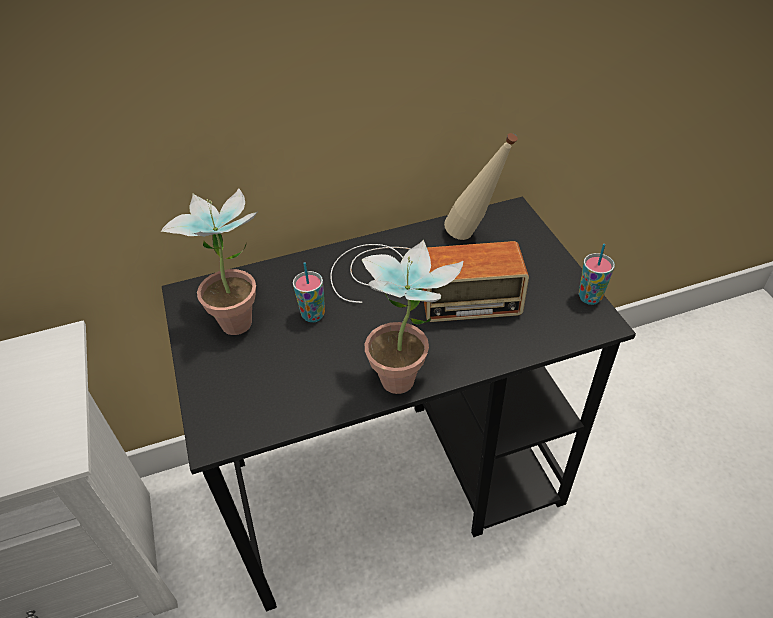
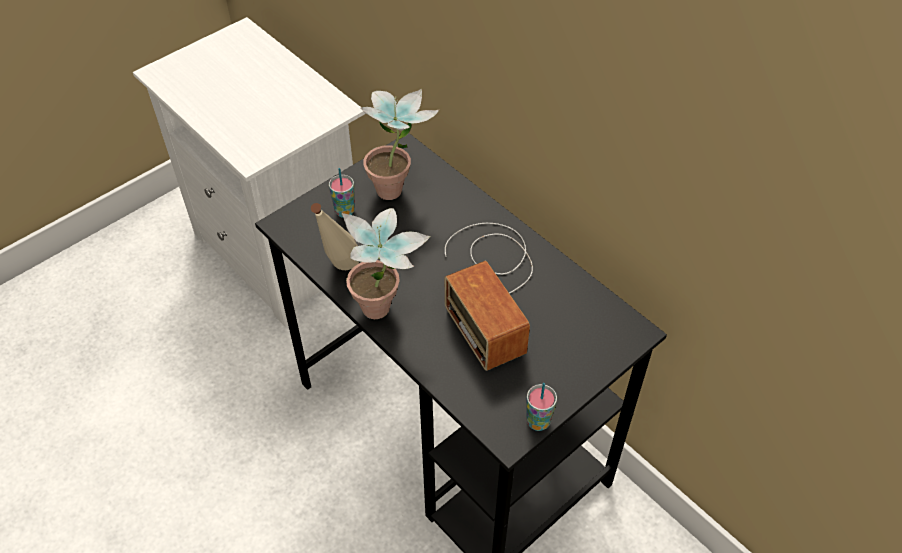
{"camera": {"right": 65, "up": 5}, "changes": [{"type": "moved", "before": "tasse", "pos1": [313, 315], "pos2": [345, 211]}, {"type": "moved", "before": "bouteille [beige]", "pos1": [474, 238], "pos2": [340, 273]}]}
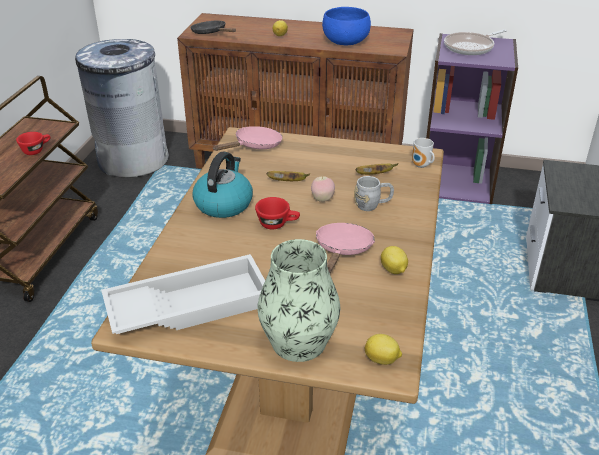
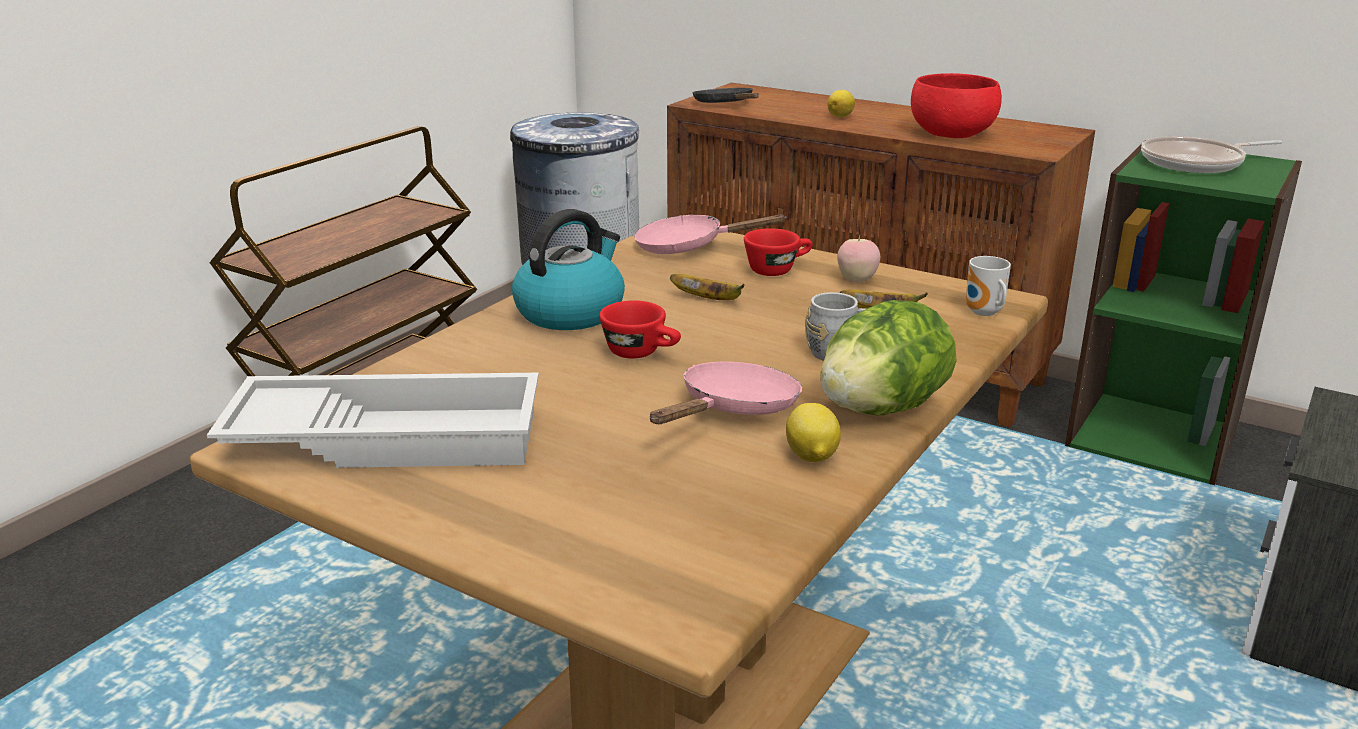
{"camera": {"right": 20, "up": -10}, "changes": [{"type": "removed", "before": "vase", "pos1": [298, 341]}, {"type": "removed", "before": "citron", "pos1": [382, 360]}, {"type": "added", "after": "laitue", "pos2": [881, 408]}, {"type": "moved", "before": "tasse [rouge]", "pos1": [36, 150], "pos2": [777, 269]}, {"type": "moved", "before": "pomme", "pos1": [322, 199], "pos2": [857, 281]}, {"type": "recoloured", "before": "bol [bleu]", "after": "bol [rouge]", "pos1": [346, 42], "pos2": [952, 134]}, {"type": "recoloured", "before": "bibliothèque [violet]", "after": "bibliothèque [vert]", "pos1": [456, 182], "pos2": [1153, 436]}, {"type": "turned", "before": "poêle [rose]", "pos1": [255, 146], "pos2": [688, 247], "turn": -150}]}
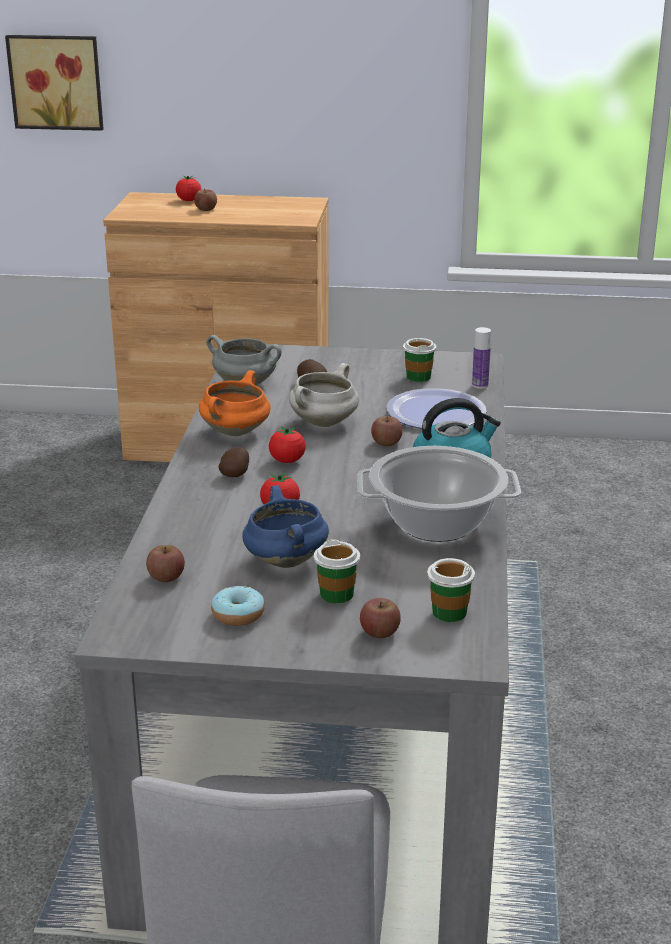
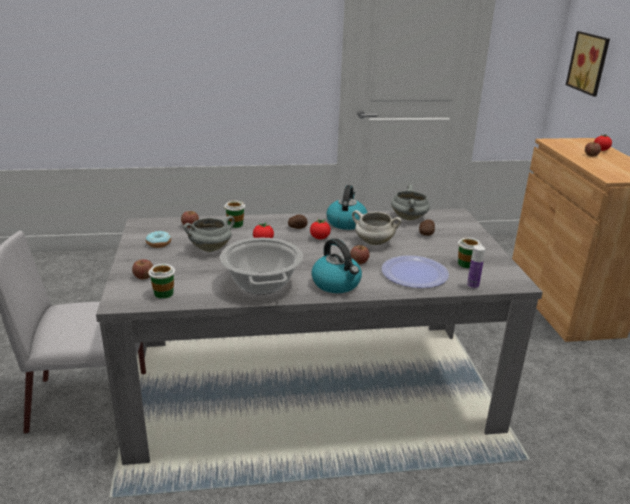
{"camera": {"right": 75, "up": 0}, "changes": [{"type": "moved", "before": "tasse", "pos1": [336, 594], "pos2": [235, 224]}, {"type": "replaced", "before": "marmite [orange]", "after": "bouilloire", "pos1": [235, 432], "pos2": [346, 222]}, {"type": "recoloured", "before": "marmite [bleu]", "after": "marmite [gris]", "pos1": [284, 560], "pos2": [211, 248]}]}
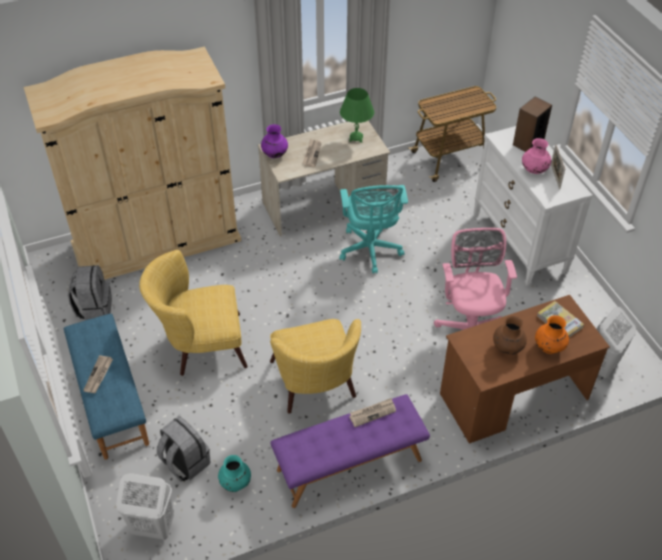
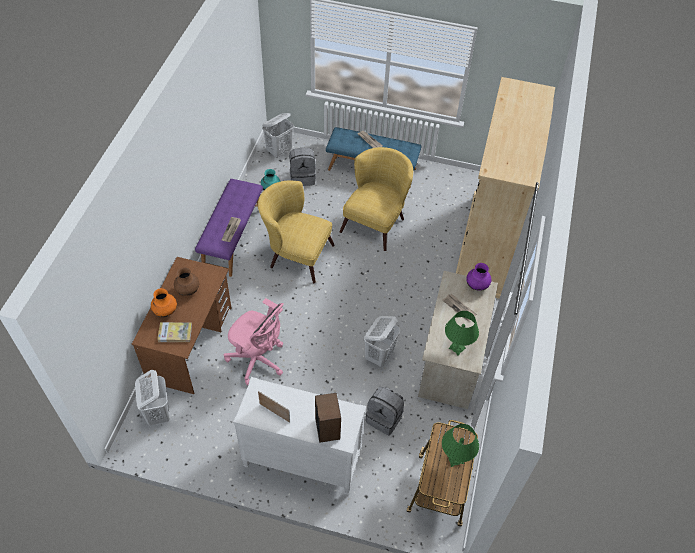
{"camera": {"right": 125, "up": 5}, "changes": [{"type": "removed", "before": "vase [rose]", "pos1": [534, 170]}, {"type": "added", "after": "lampe de table [vert]", "pos2": [455, 459]}, {"type": "moved", "before": "sac à dos [gris]", "pos1": [94, 307], "pos2": [384, 418]}, {"type": "replaced", "before": "chaise de bureau [turquoise]", "after": "panier à linge [blanc]", "pos1": [370, 250], "pos2": [379, 355]}]}
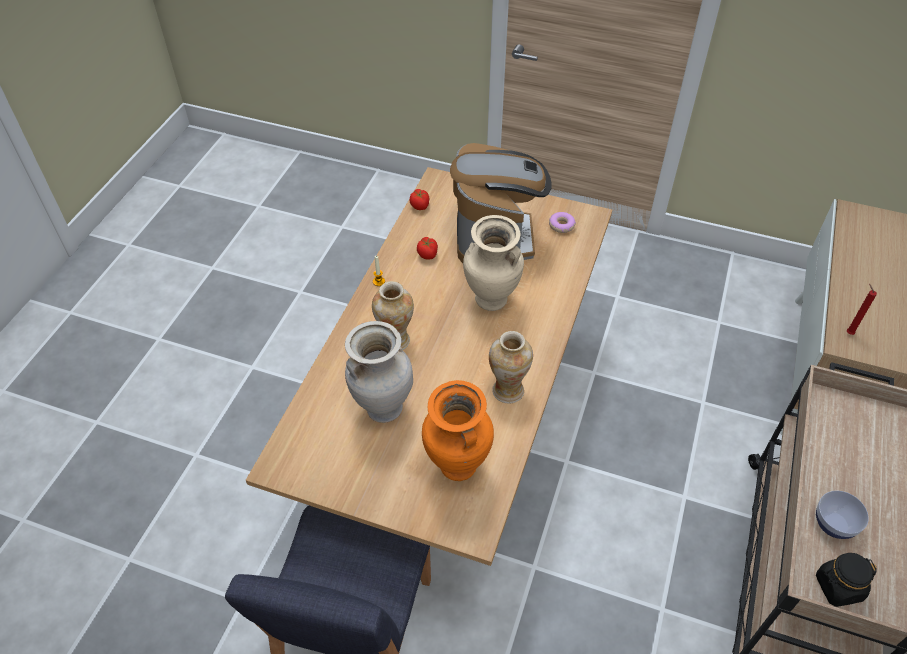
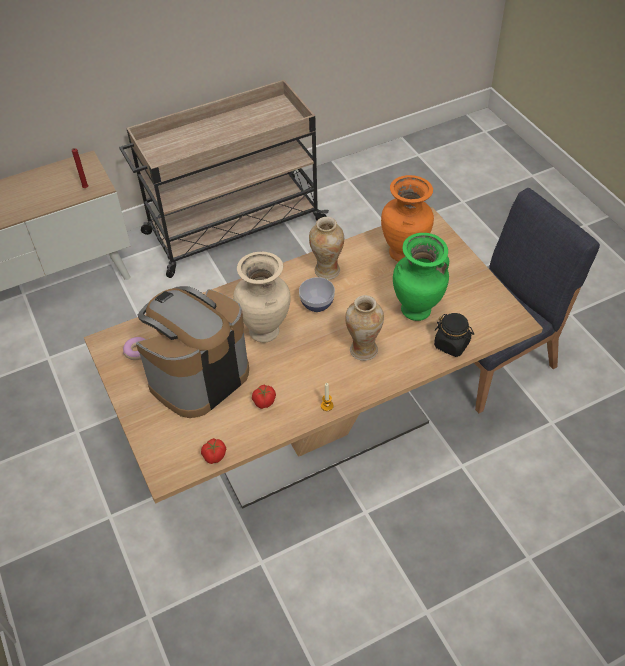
{"camera": {"right": -135, "up": 0}, "changes": [{"type": "moved", "before": "bol", "pos1": [833, 524], "pos2": [317, 304]}, {"type": "moved", "before": "bocal [noir]", "pos1": [838, 587], "pos2": [452, 344]}, {"type": "recoloured", "before": "vase [beige]", "after": "vase [vert]", "pos1": [383, 408], "pos2": [416, 311]}]}
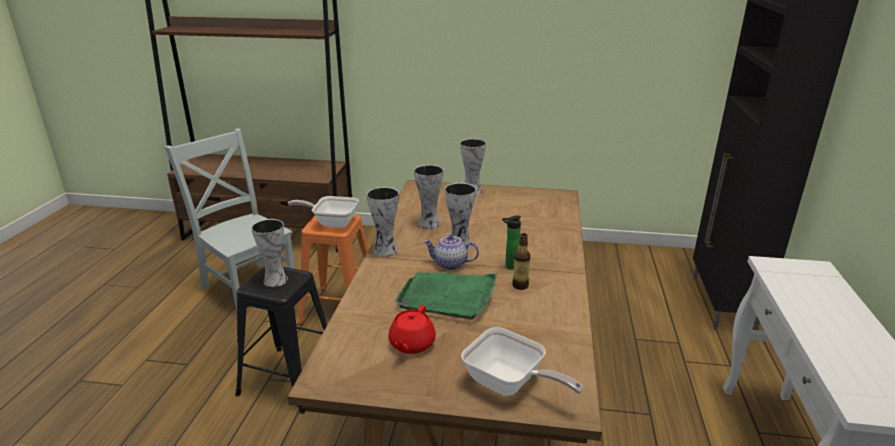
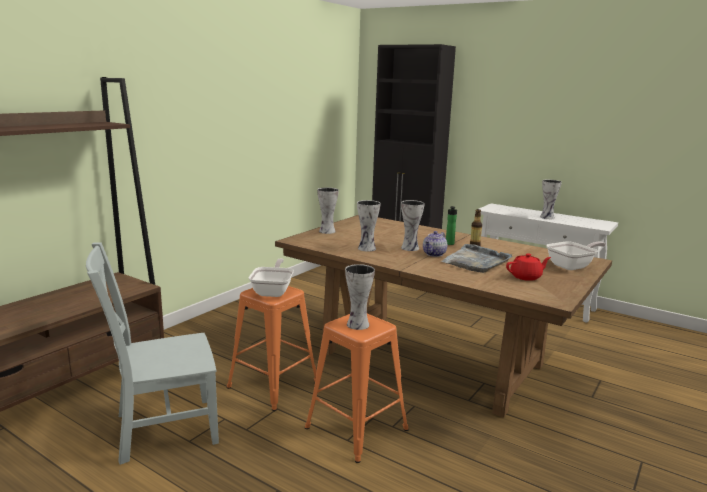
{"camera": {"right": -65, "up": -10}, "changes": [{"type": "moved", "before": "vase", "pos1": [386, 251], "pos2": [547, 217]}, {"type": "recoloured", "before": "tabouret [noir]", "after": "tabouret [orange]", "pos1": [289, 377], "pos2": [355, 428]}, {"type": "recoloured", "before": "plateau [vert]", "after": "plateau [gris]", "pos1": [448, 296], "pos2": [476, 261]}, {"type": "turned", "before": "poêle", "pos1": [332, 222], "pos2": [273, 291], "turn": 150}, {"type": "turned", "before": "théière [rouge]", "pos1": [411, 344], "pos2": [526, 277], "turn": -60}]}
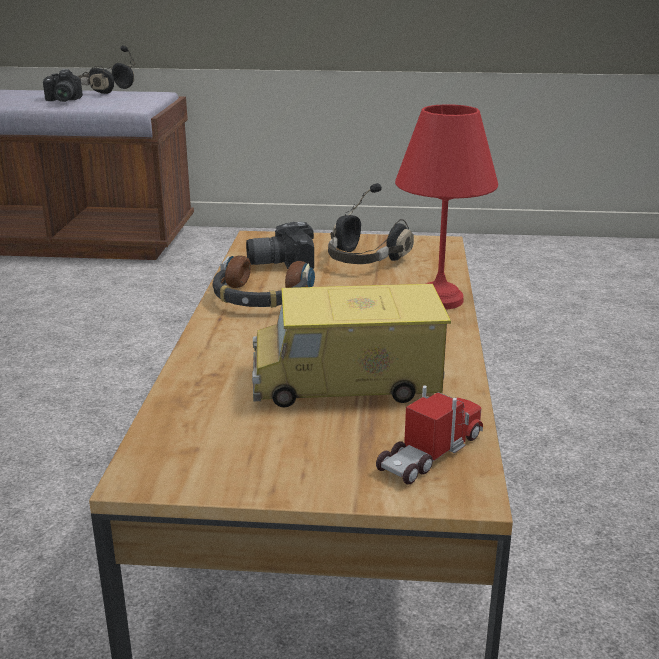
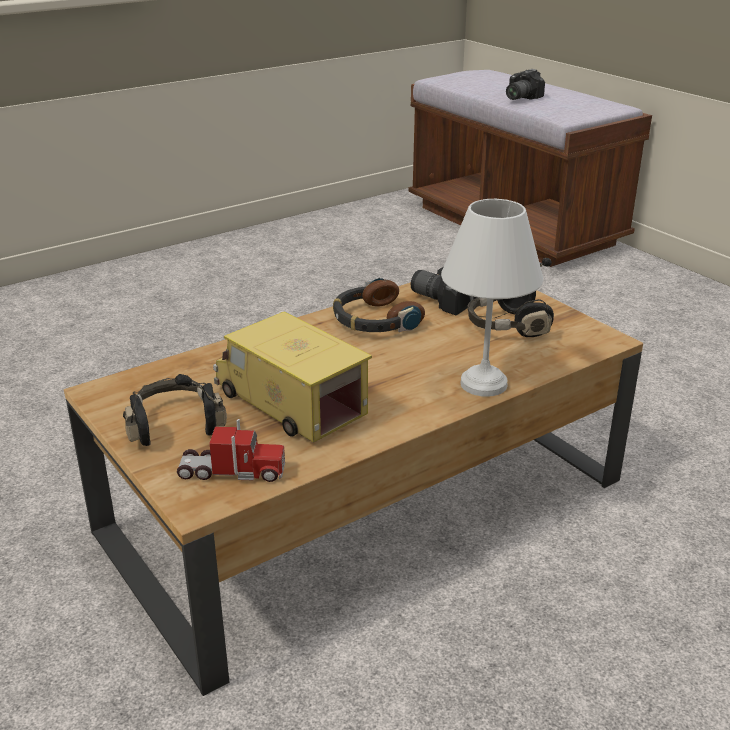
{"camera": {"right": 50, "up": 5}, "changes": [{"type": "moved", "before": "casque audio [noir]", "pos1": [105, 90], "pos2": [175, 425]}, {"type": "recoloured", "before": "lampe de table [rouge]", "after": "lampe de table [blanc]", "pos1": [441, 300], "pos2": [484, 385]}]}
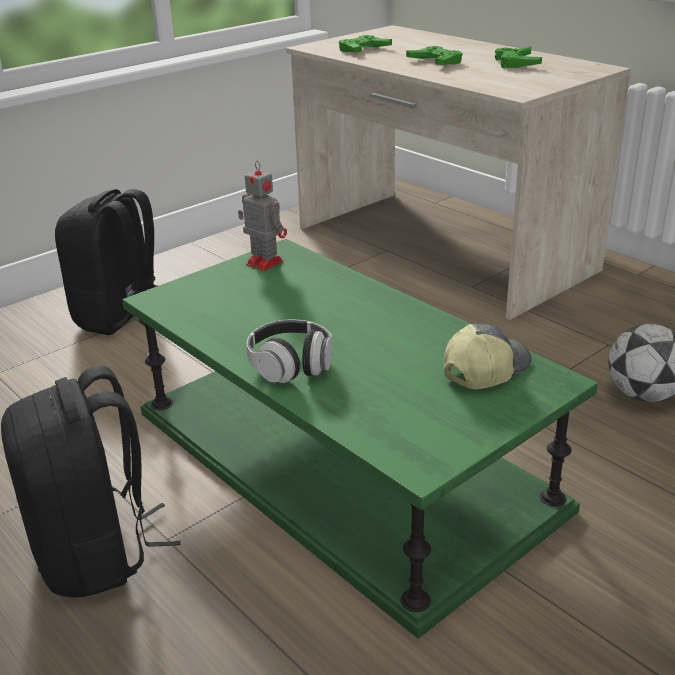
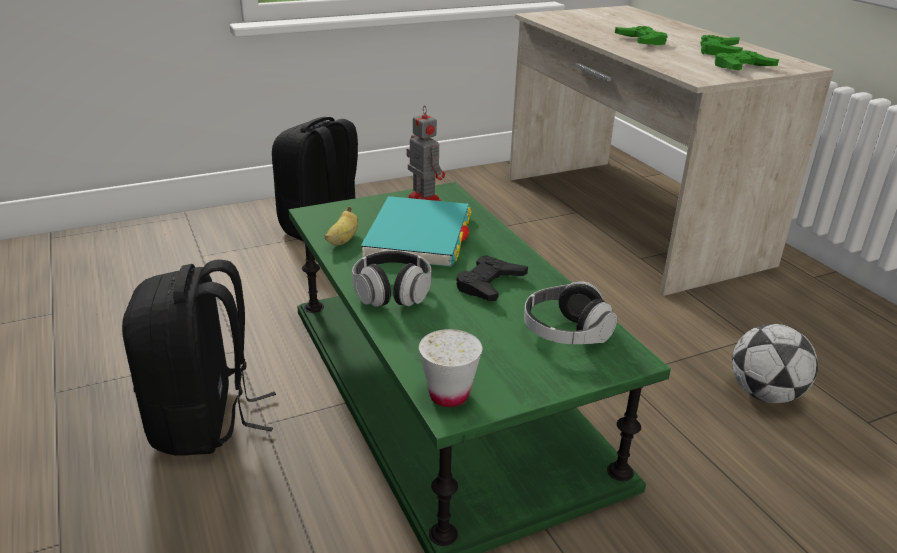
{"camera": {"right": 15, "up": 0}, "changes": [{"type": "added", "after": "banane", "pos2": [343, 240]}, {"type": "added", "after": "livre [turquoise]", "pos2": [419, 237]}, {"type": "added", "after": "tasse [blanc]", "pos2": [449, 395]}, {"type": "added", "after": "manette [noir]", "pos2": [489, 284]}, {"type": "moved", "before": "manette [vert]", "pos1": [363, 50], "pos2": [742, 67]}, {"type": "replaced", "before": "casquette", "after": "casque audio", "pos1": [484, 369], "pos2": [565, 332]}]}
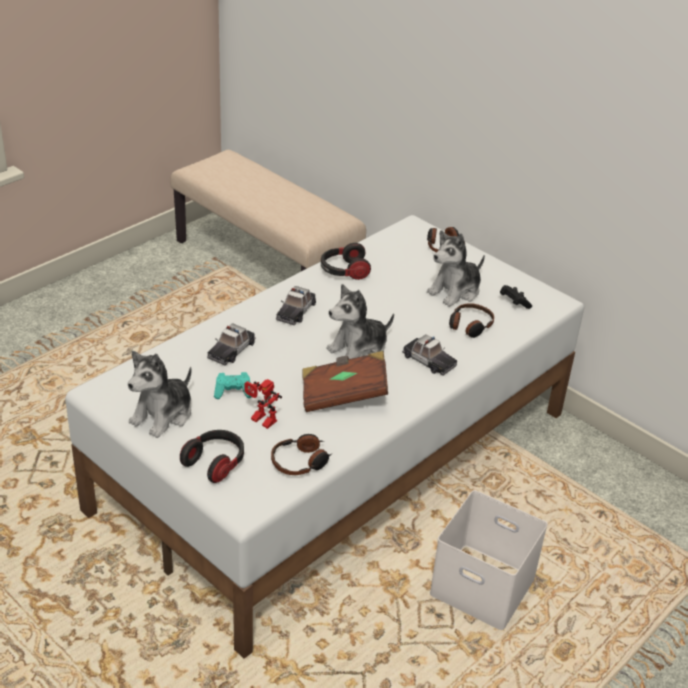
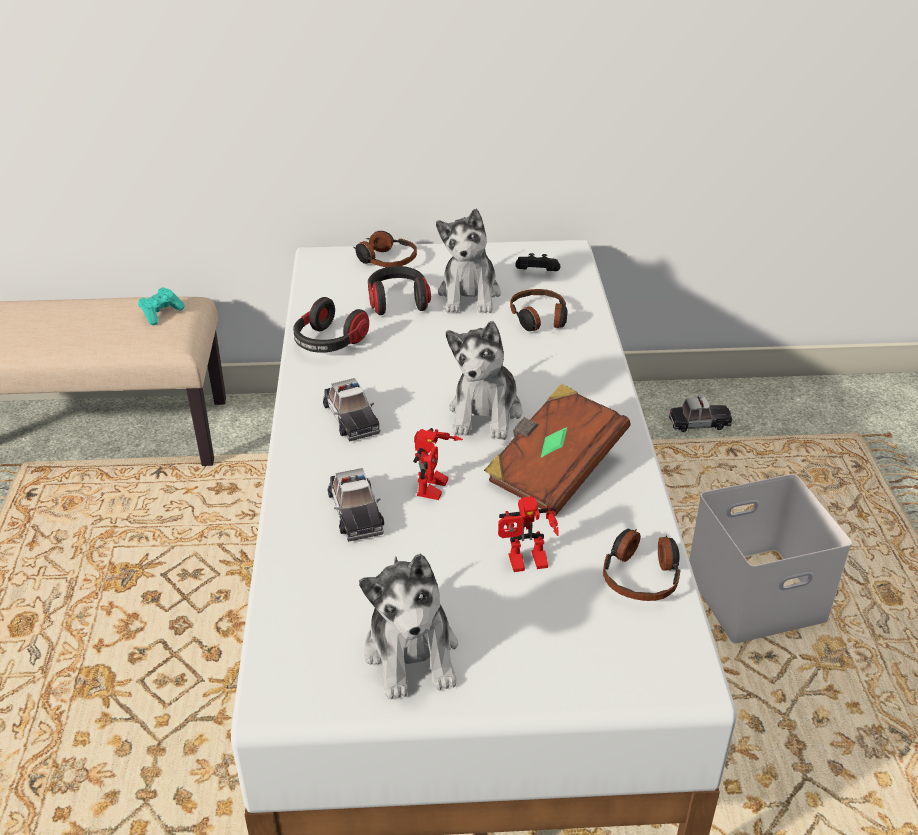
{"camera": {"right": -45, "up": 0}, "changes": [{"type": "added", "after": "robot jouet", "pos2": [436, 490]}, {"type": "moved", "before": "casque audio", "pos1": [215, 463], "pos2": [398, 301]}, {"type": "moved", "before": "manette [turquoise]", "pos1": [233, 392], "pos2": [161, 313]}, {"type": "moved", "before": "petite voiture", "pos1": [428, 360], "pos2": [699, 422]}]}
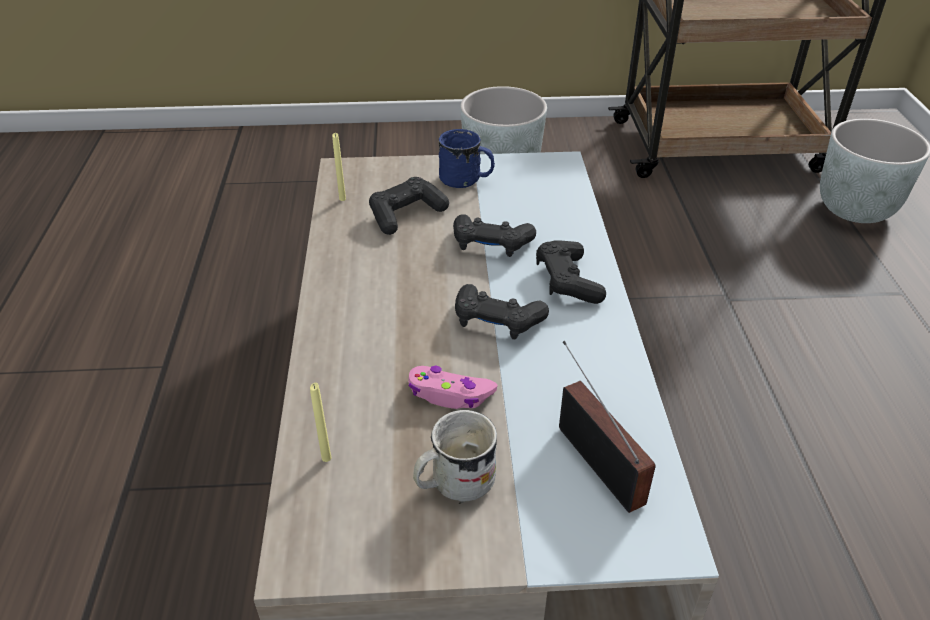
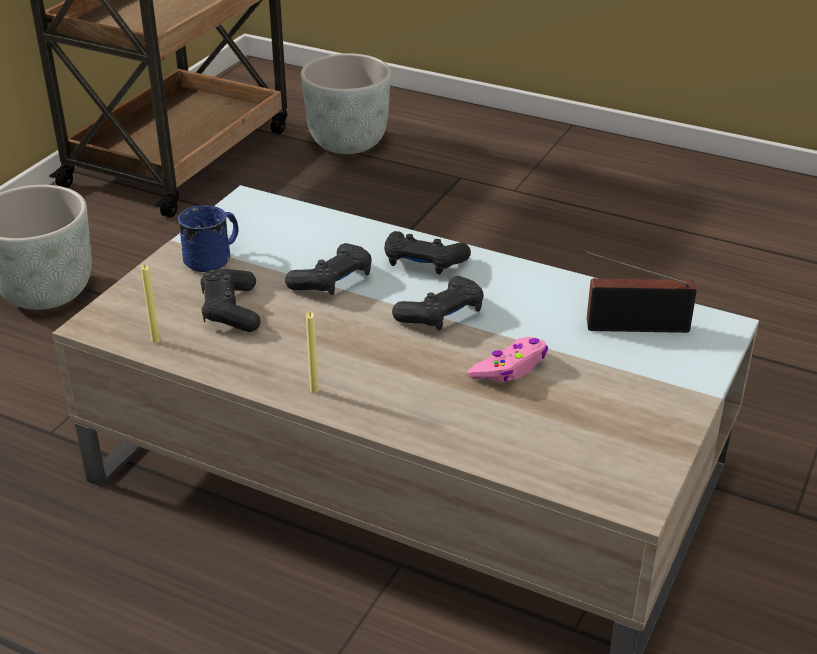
{"camera": {"right": -60, "up": -5}, "changes": [{"type": "removed", "before": "mug [blanc]", "pos1": [453, 482]}, {"type": "moved", "before": "bougie [jaune]", "pos1": [326, 458], "pos2": [314, 390]}]}
